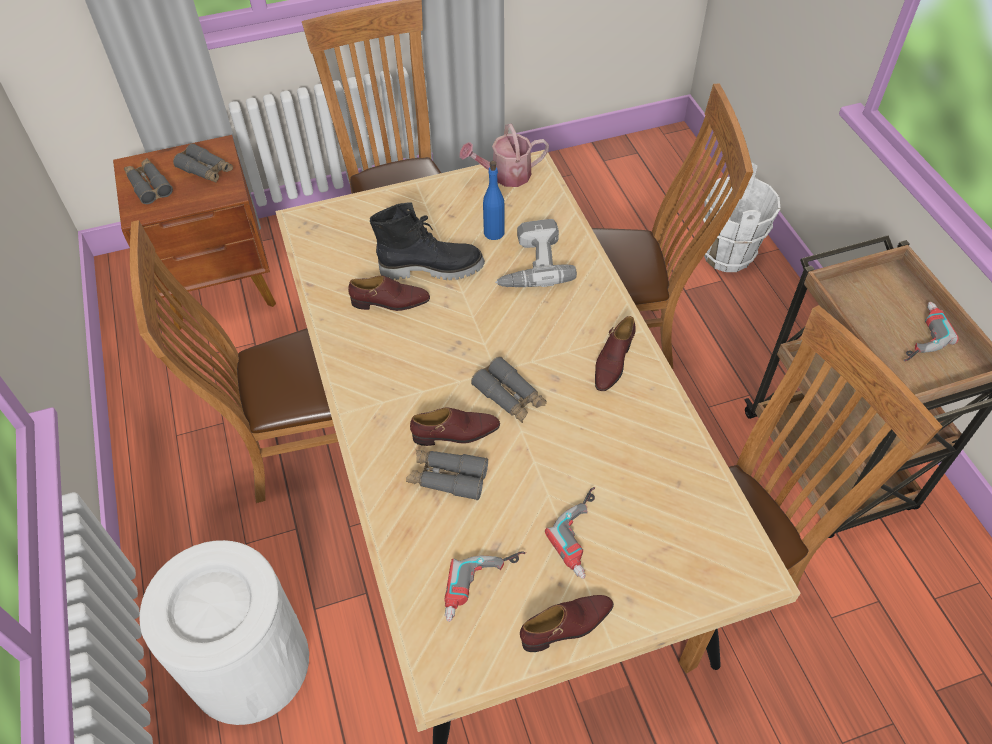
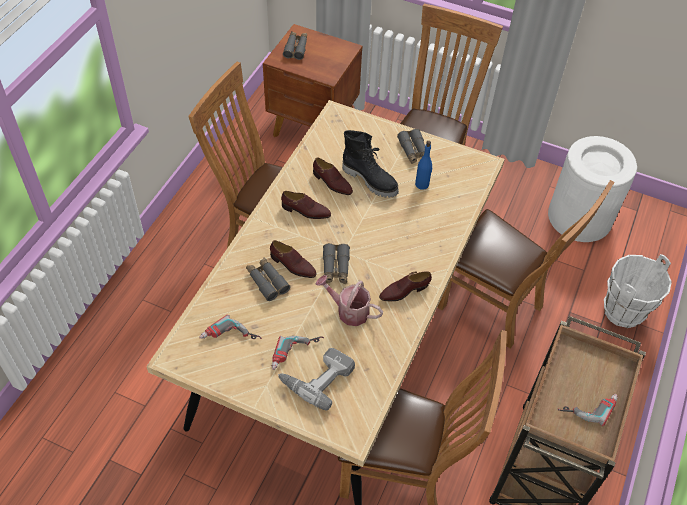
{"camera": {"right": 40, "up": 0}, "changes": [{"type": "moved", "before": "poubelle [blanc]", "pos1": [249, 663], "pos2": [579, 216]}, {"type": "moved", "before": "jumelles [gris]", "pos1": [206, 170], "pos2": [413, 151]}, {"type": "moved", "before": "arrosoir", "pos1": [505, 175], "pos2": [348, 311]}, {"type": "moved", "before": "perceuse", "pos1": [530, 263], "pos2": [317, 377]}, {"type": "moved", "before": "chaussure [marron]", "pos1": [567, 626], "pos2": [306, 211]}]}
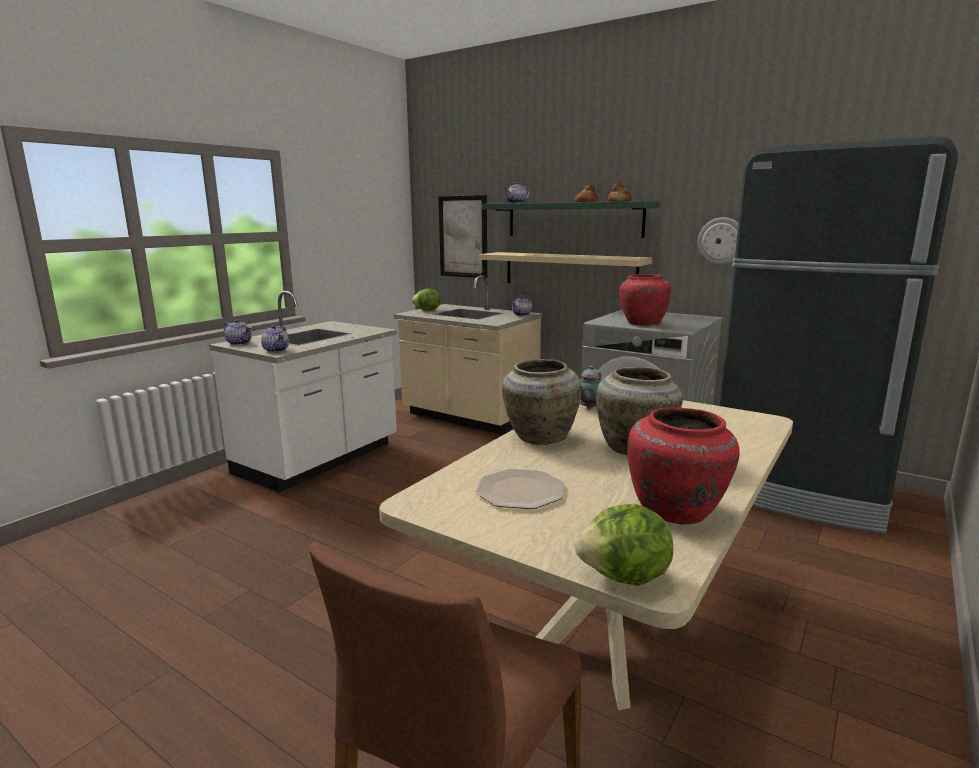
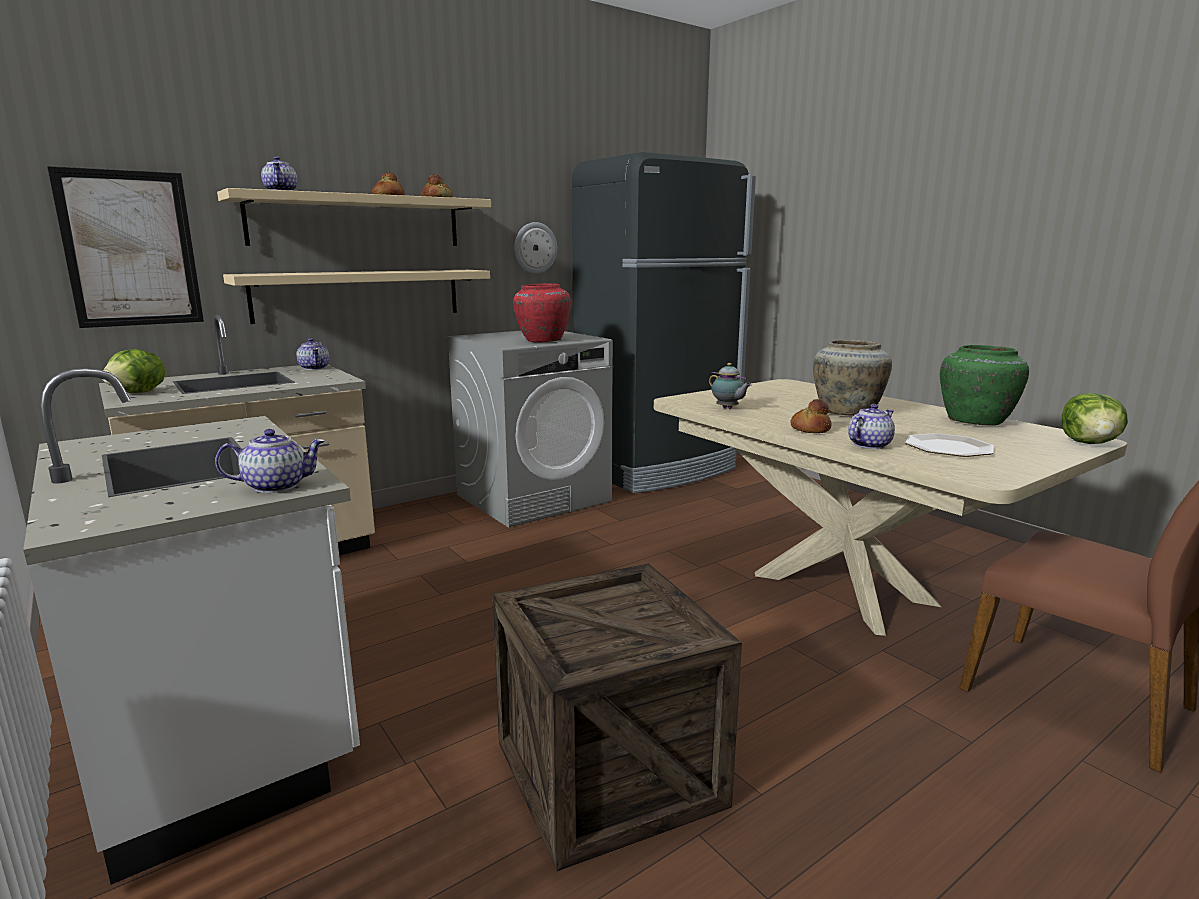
{"camera": {"right": -70, "up": 0}, "changes": [{"type": "added", "after": "caisse", "pos2": [608, 773]}, {"type": "moved", "before": "théière", "pos1": [239, 343], "pos2": [869, 445]}, {"type": "replaced", "before": "vase [beige]", "after": "pain", "pos1": [539, 437], "pos2": [809, 429]}, {"type": "recoloured", "before": "étagère [vert]", "after": "étagère [beige]", "pos1": [573, 219], "pos2": [357, 221]}, {"type": "recoloured", "before": "vase [rouge]", "after": "vase [vert]", "pos1": [677, 512], "pos2": [977, 421]}]}
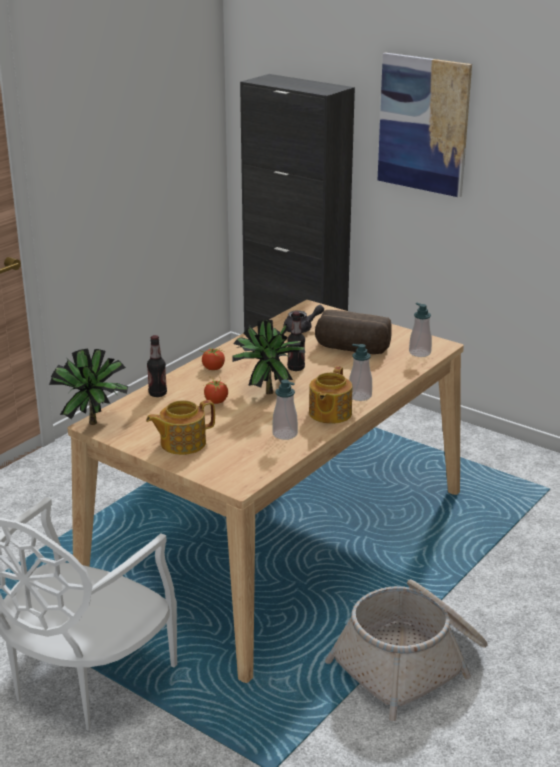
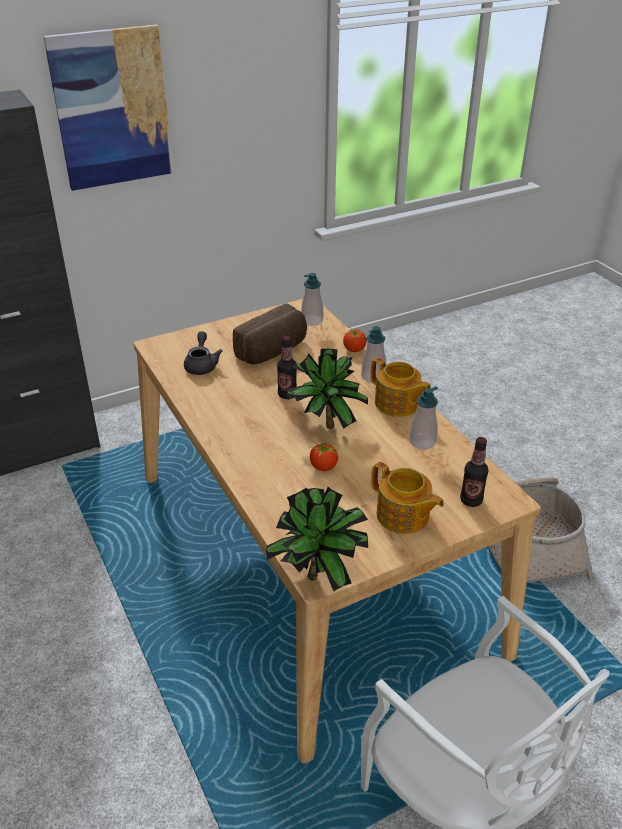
{"camera": {"right": -65, "up": 10}, "changes": [{"type": "moved", "before": "bouteille", "pos1": [157, 394], "pos2": [471, 500]}, {"type": "moved", "before": "tomate", "pos1": [213, 368], "pos2": [354, 349]}, {"type": "turned", "before": "théière", "pos1": [182, 443], "pos2": [403, 516], "turn": -45}]}
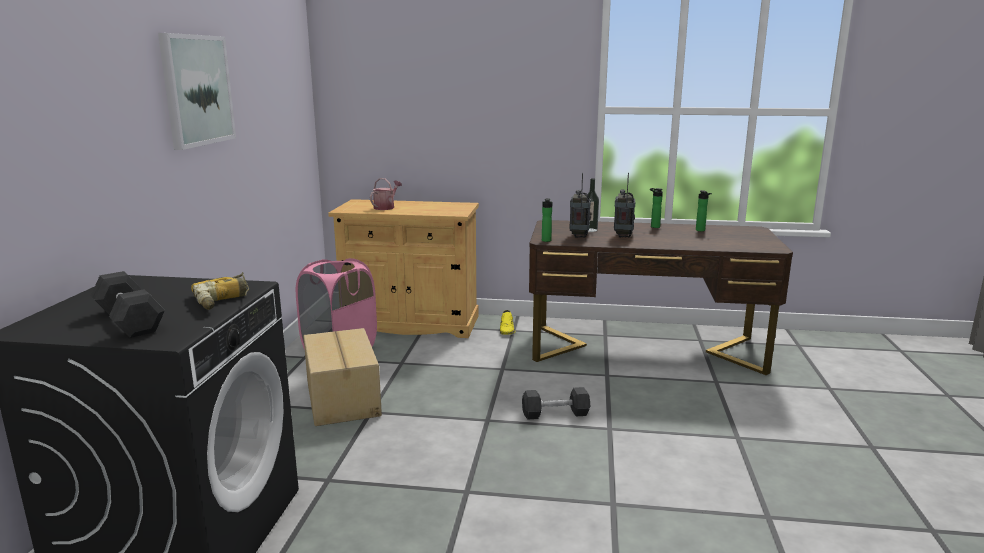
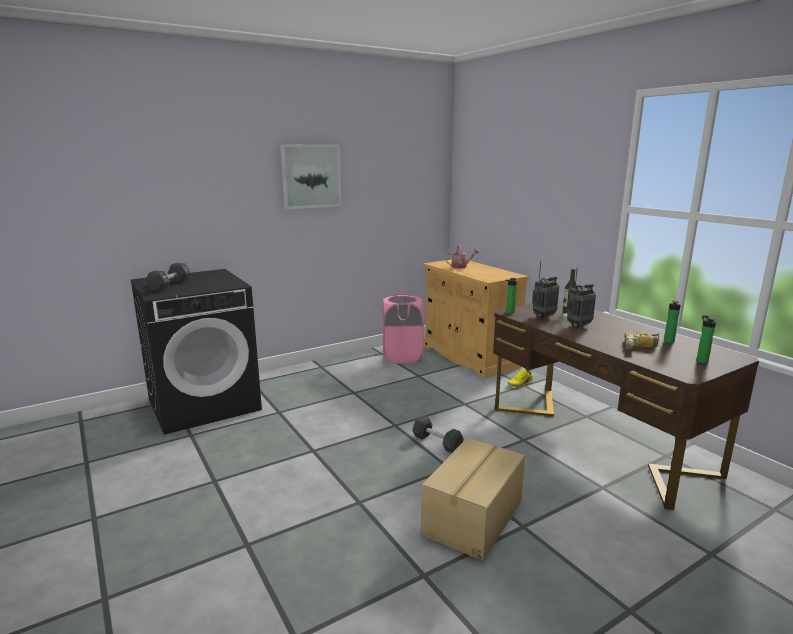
{"camera": {"right": 50, "up": 0}, "changes": [{"type": "moved", "before": "perceuse", "pos1": [224, 299], "pos2": [642, 347]}, {"type": "moved", "before": "carton", "pos1": [344, 398], "pos2": [474, 518]}, {"type": "moved", "before": "bouteille", "pos1": [654, 226], "pos2": [701, 360]}]}
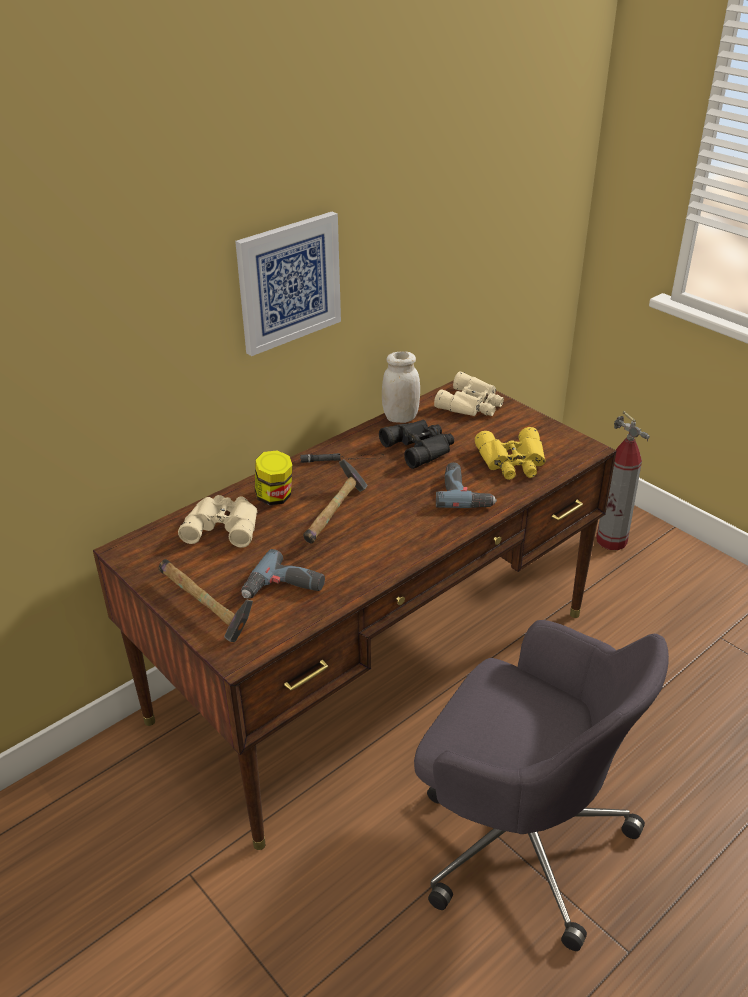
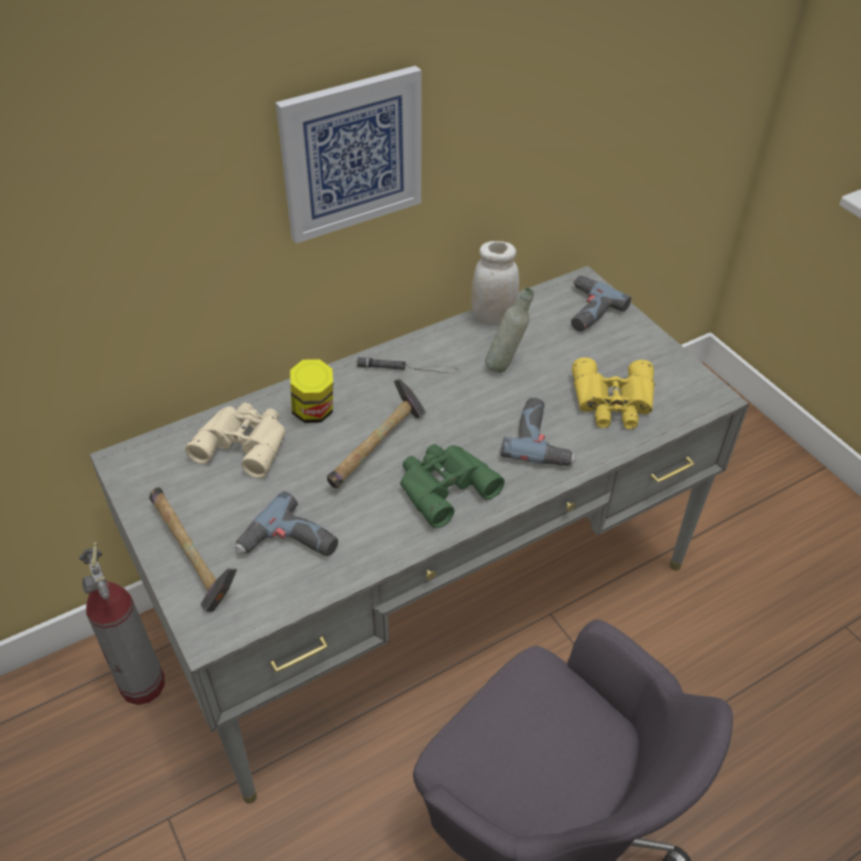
{"camera": {"right": 10, "up": 10}, "changes": [{"type": "added", "after": "jumelles [vert]", "pos2": [443, 486]}, {"type": "moved", "before": "extincteur", "pos1": [611, 541], "pos2": [143, 685]}, {"type": "replaced", "before": "jumelles [noir]", "after": "bouteille [gris]", "pos1": [420, 448], "pos2": [506, 365]}, {"type": "replaced", "before": "jumelles [beige]", "after": "perceuse", "pos1": [472, 404], "pos2": [585, 310]}, {"type": "recoloured", "before": "bureau [marron]", "after": "bureau [gris]", "pos1": [374, 665], "pos2": [427, 593]}]}
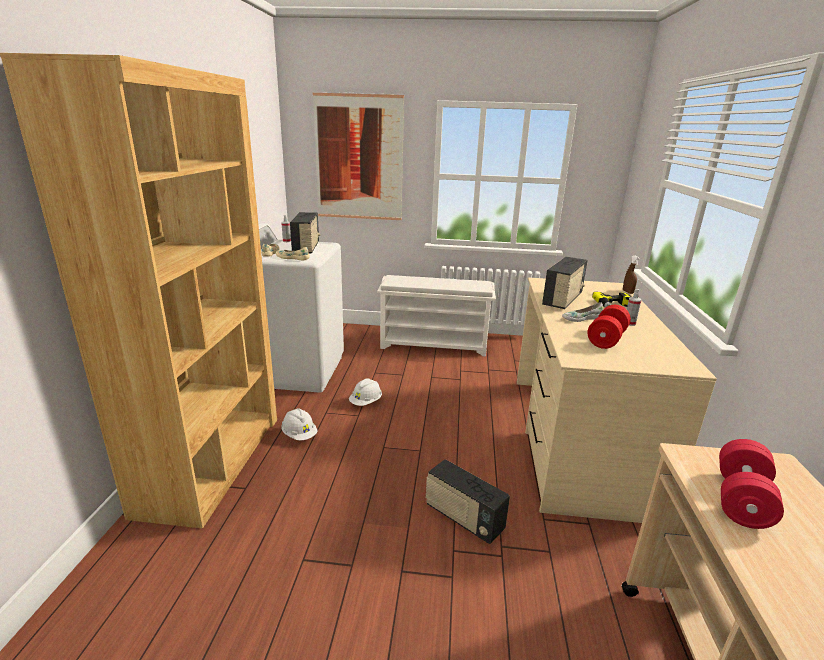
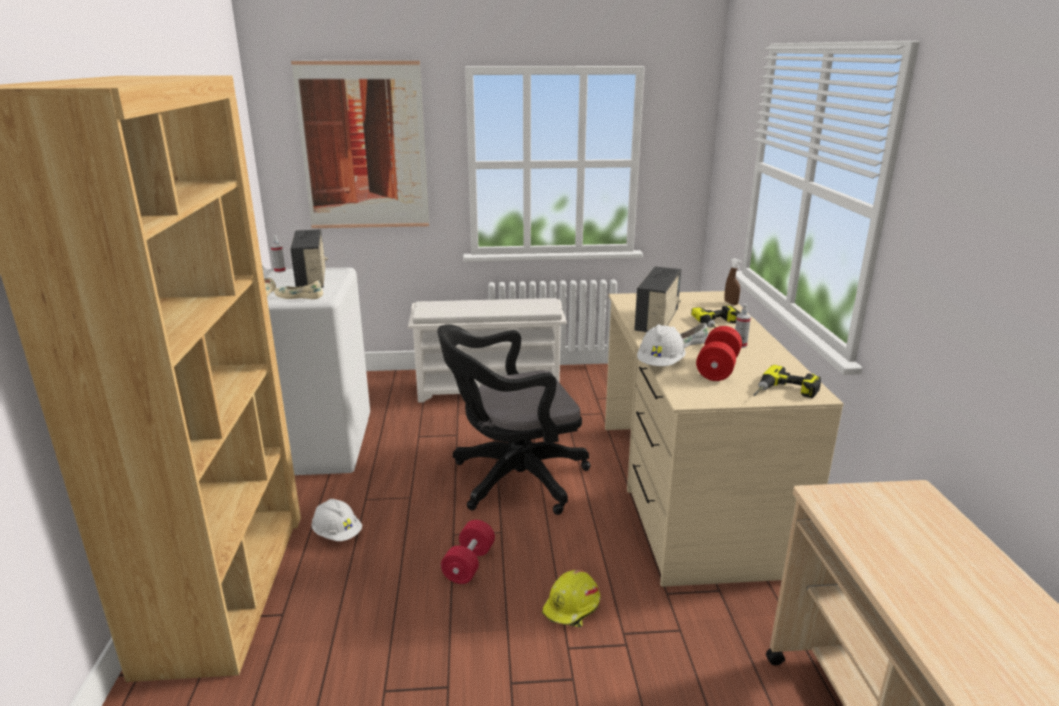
{"camera": {"right": -10, "up": 0}, "changes": [{"type": "added", "after": "chaise de bureau [noir]", "pos2": [512, 480]}, {"type": "added", "after": "perceuse", "pos2": [784, 393]}, {"type": "moved", "before": "casque de chantier [blanc]", "pos1": [366, 402], "pos2": [660, 364]}, {"type": "moved", "before": "haltère [rouge]", "pos1": [741, 499], "pos2": [469, 564]}, {"type": "replaced", "before": "radio", "after": "casque de chantier [jaune]", "pos1": [463, 518], "pos2": [572, 608]}]}
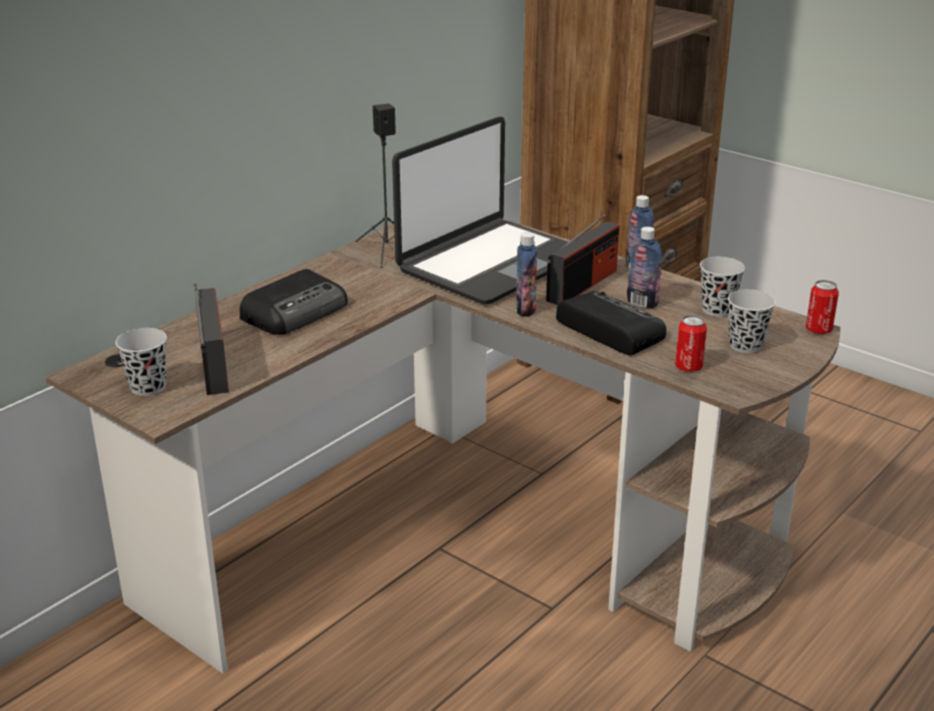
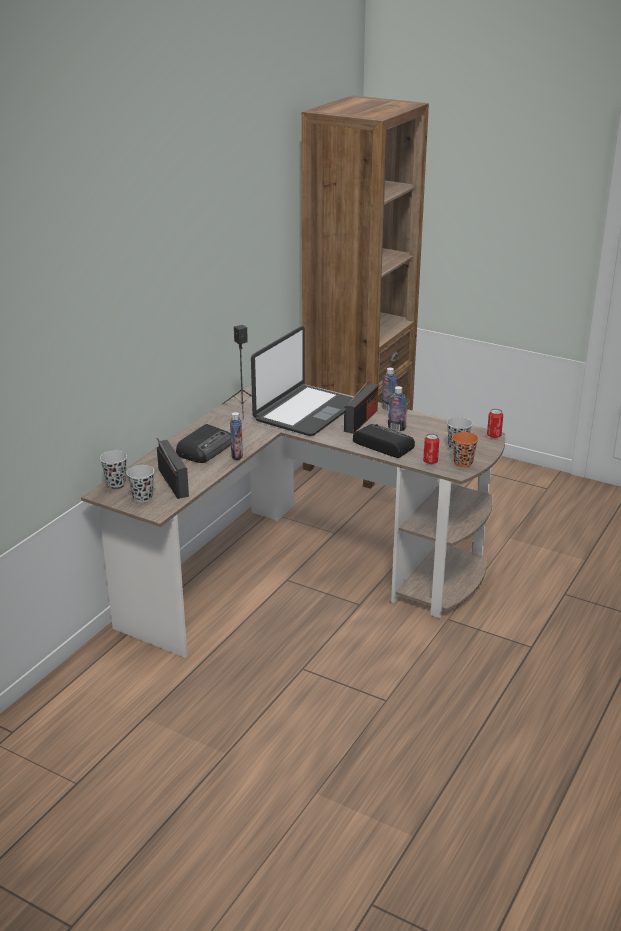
{"camera": {"right": -10, "up": 0}, "changes": [{"type": "added", "after": "tasse [orange]", "pos2": [463, 463]}, {"type": "moved", "before": "bouteille", "pos1": [525, 310], "pos2": [237, 456]}, {"type": "moved", "before": "tasse [noir]", "pos1": [717, 310], "pos2": [116, 482]}]}
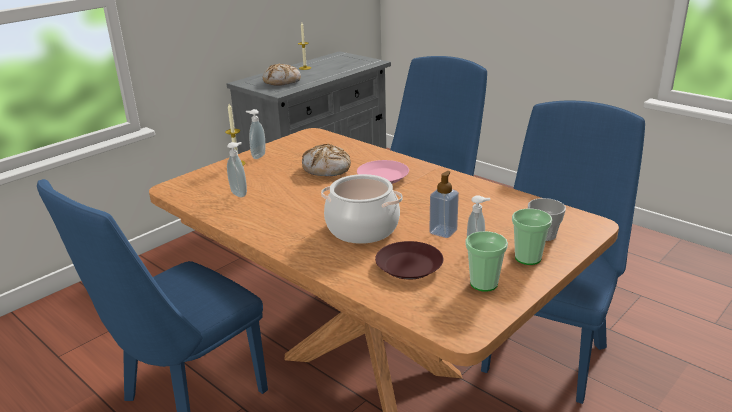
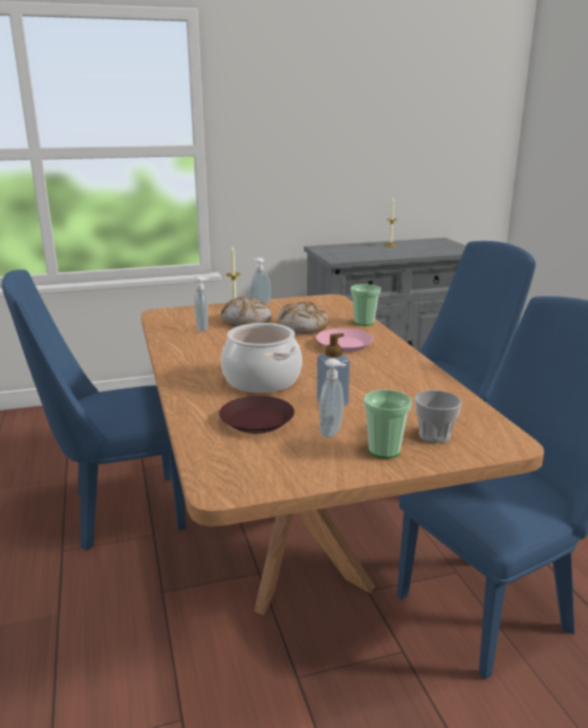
{"camera": {"right": 30, "up": -5}, "changes": [{"type": "moved", "before": "pain", "pos1": [282, 81], "pos2": [246, 321]}, {"type": "moved", "before": "tasse", "pos1": [483, 284], "pos2": [364, 322]}]}
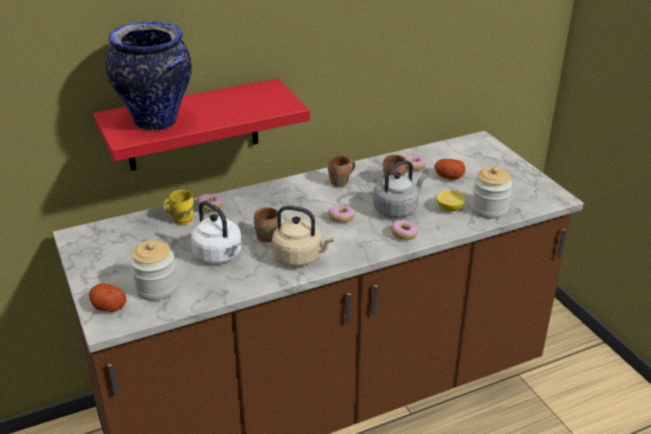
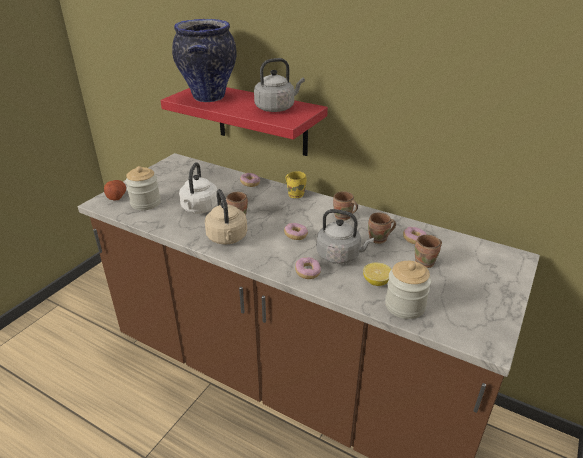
{"camera": {"right": 55, "up": 0}, "changes": [{"type": "added", "after": "bouilloire [gris]", "pos2": [277, 108]}, {"type": "moved", "before": "mug [jaune]", "pos1": [181, 219], "pos2": [296, 194]}, {"type": "replaced", "before": "pomme de terre", "after": "mug [marron]", "pos1": [448, 176], "pos2": [426, 263]}]}
